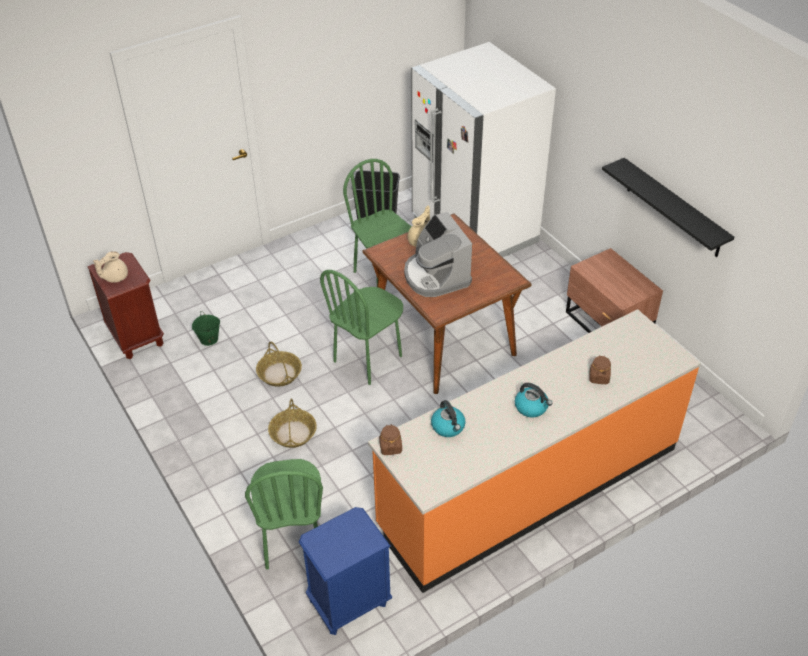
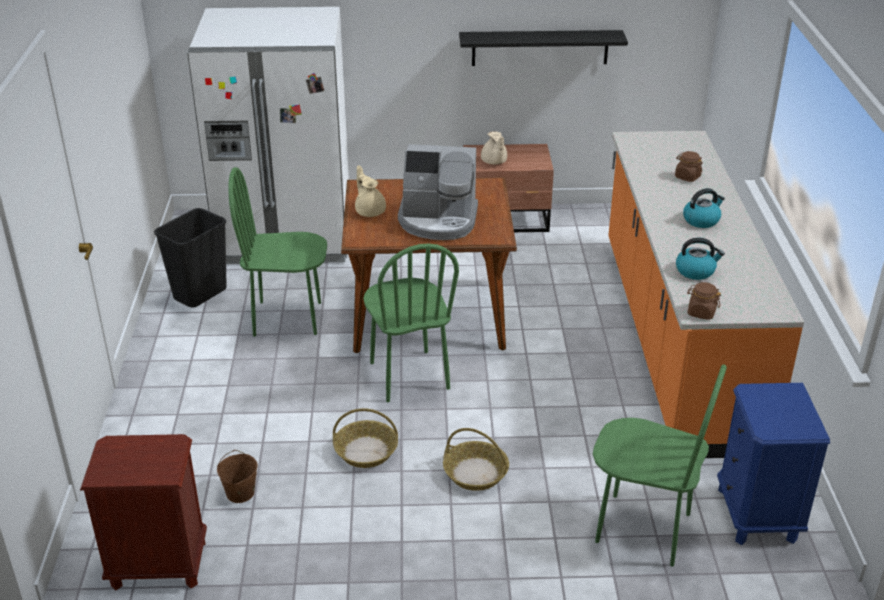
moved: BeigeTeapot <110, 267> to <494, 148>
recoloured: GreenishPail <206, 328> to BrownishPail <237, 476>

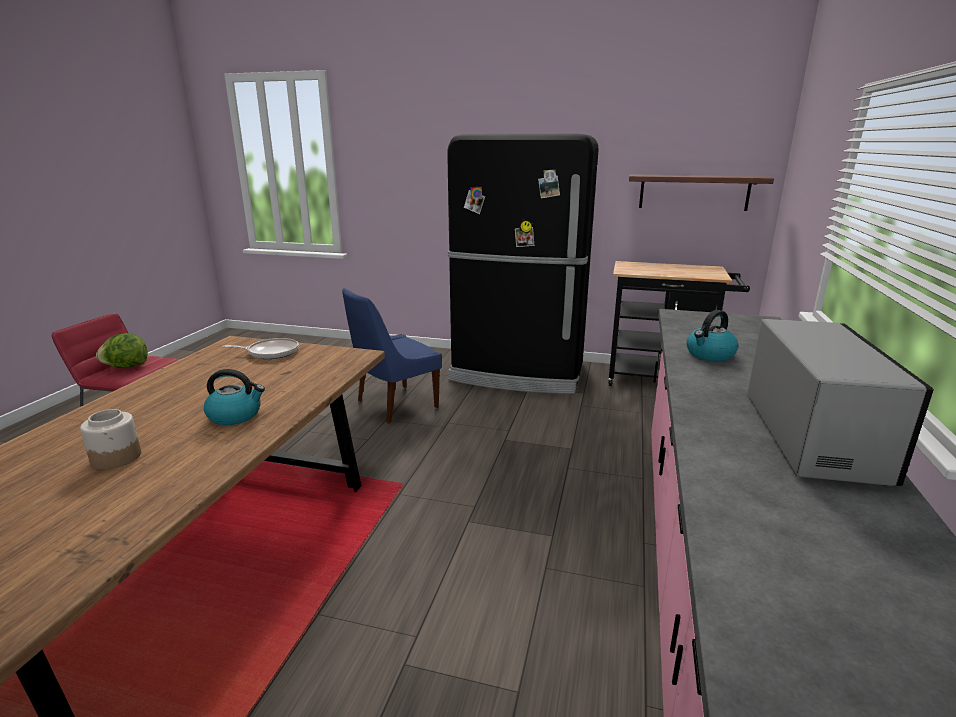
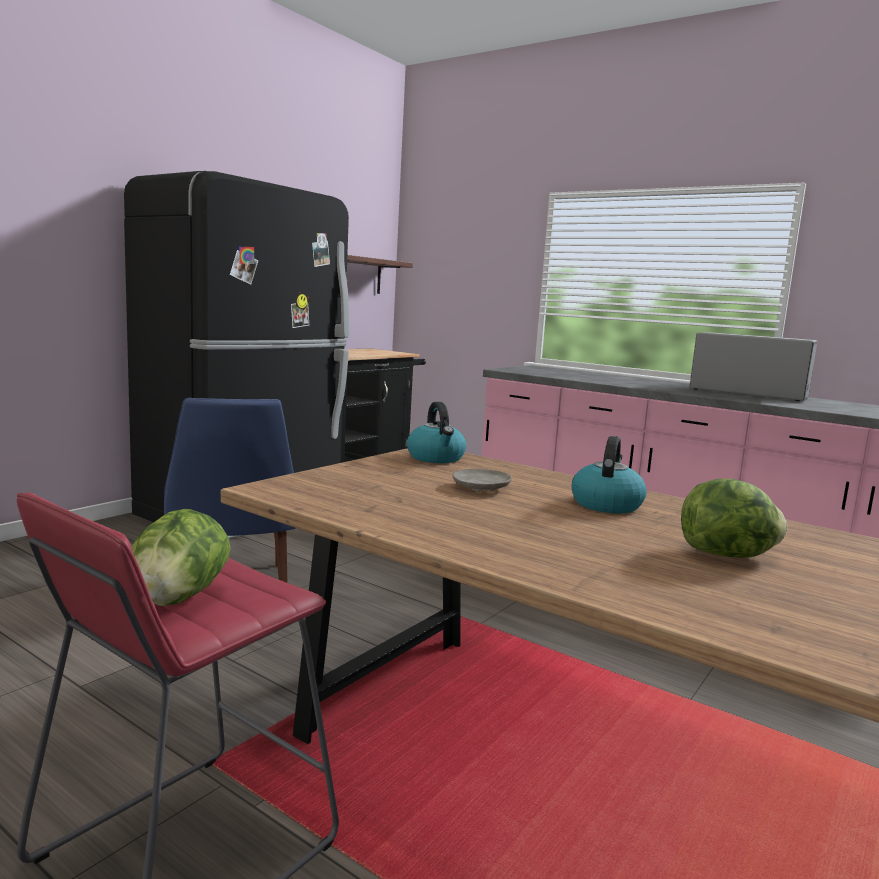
removed: Skillet <260, 348>
added: BeigePlate <482, 480>
moved: WaterKettle <712, 335> to <436, 432>
replaced: Jar <110, 439> to LettuceHead <734, 518>

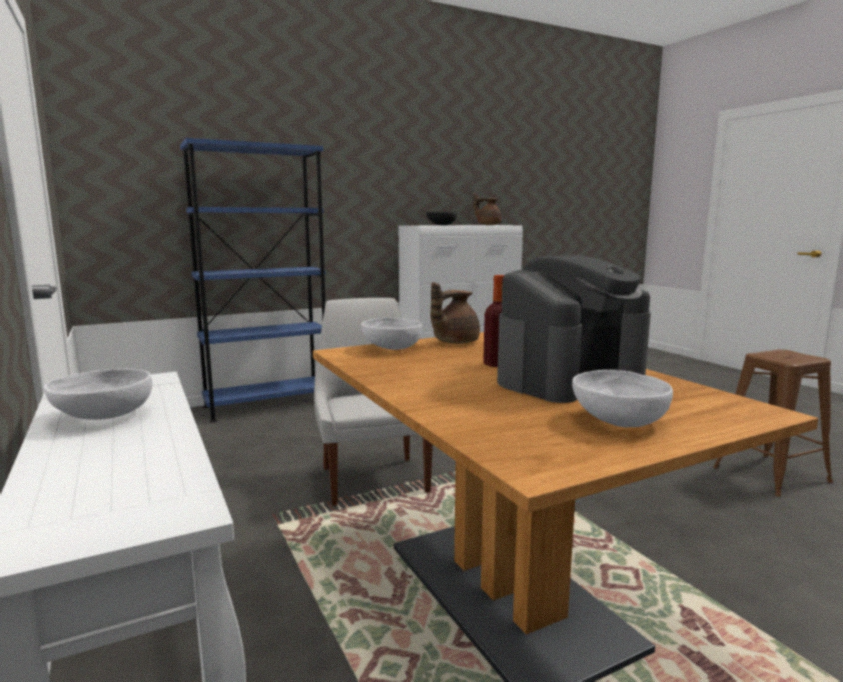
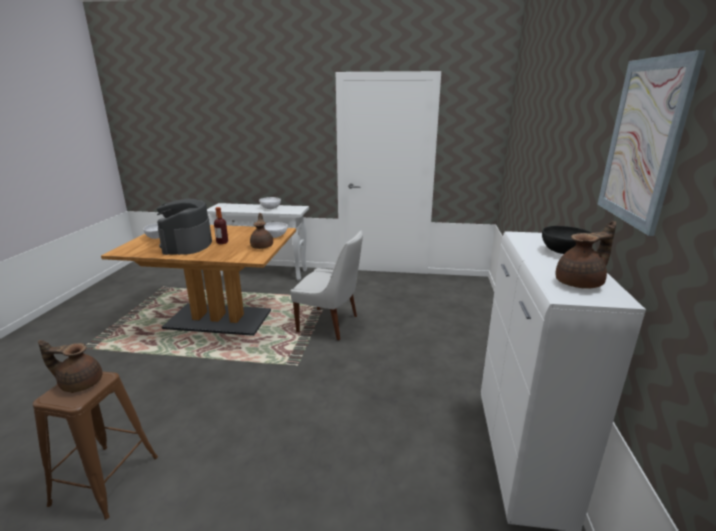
removed: BlueColouredBookcase <253, 280>
added: BrownishTeapot <70, 366>; WallArt <651, 143>

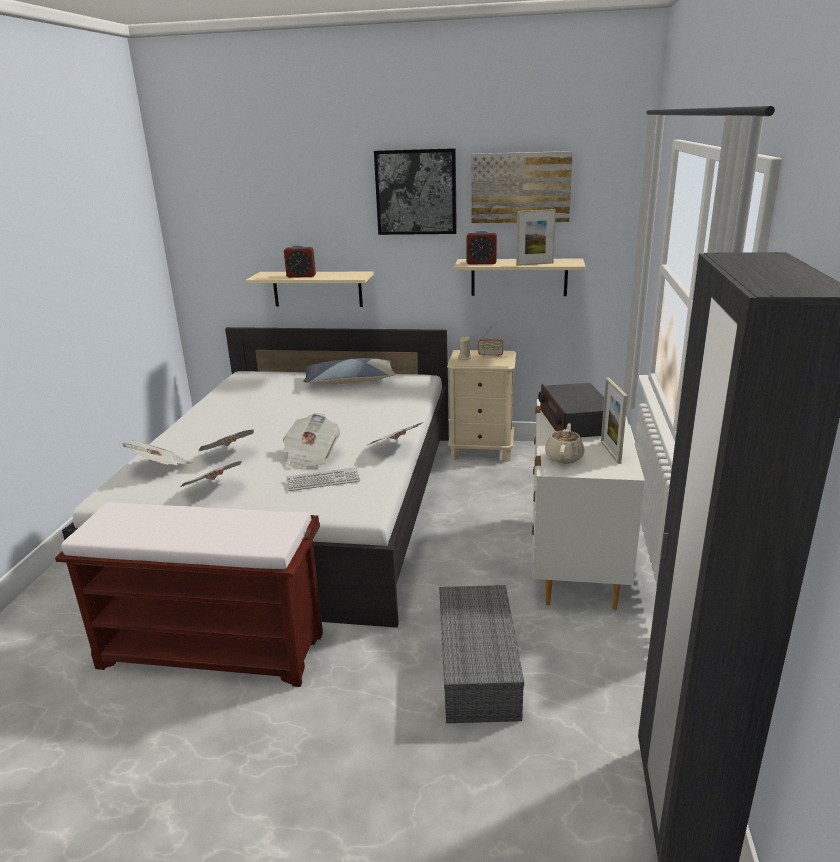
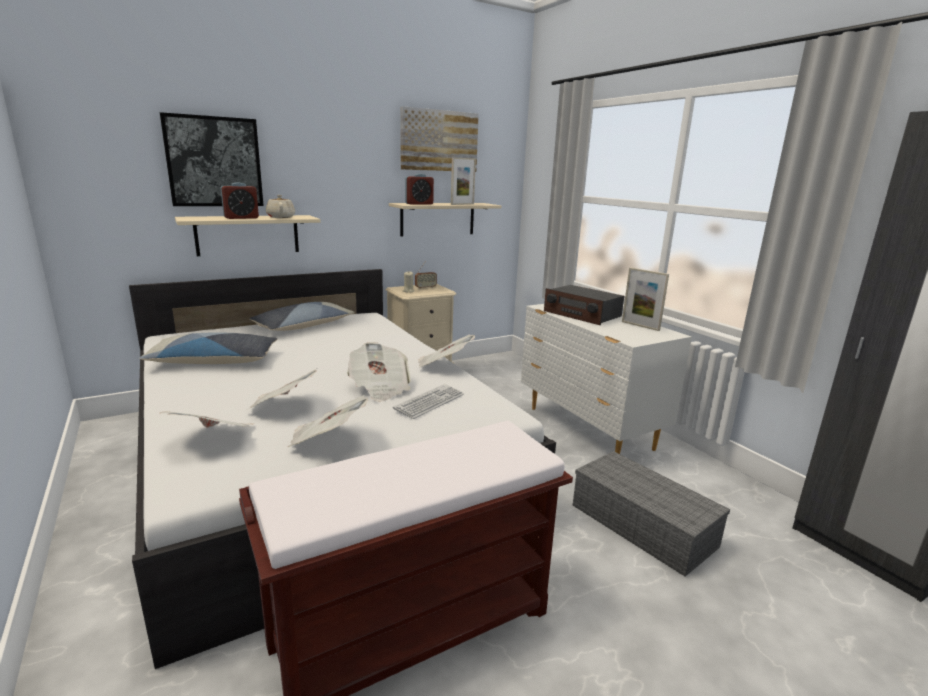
added: ThrowPillow <208, 348>
moved: WallArt <415, 191> to <212, 159>; BeigeTeapot <565, 443> to <280, 206>

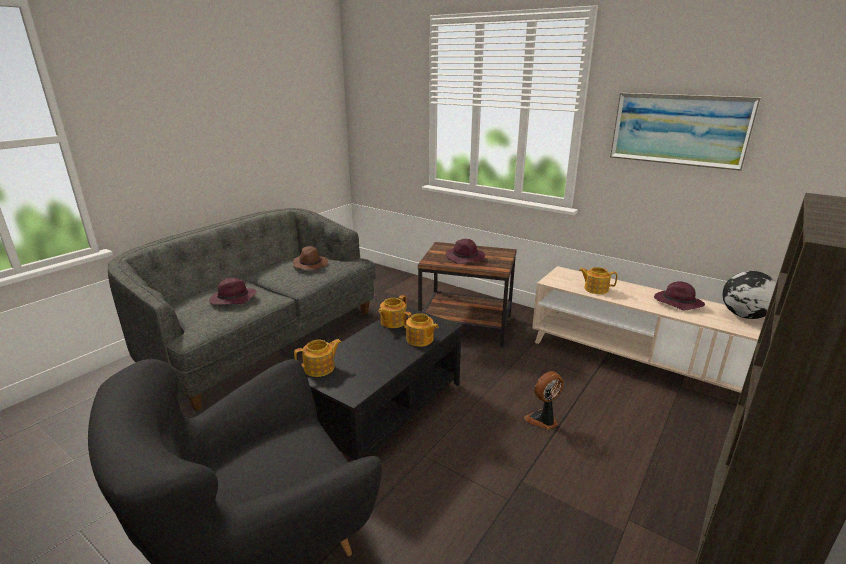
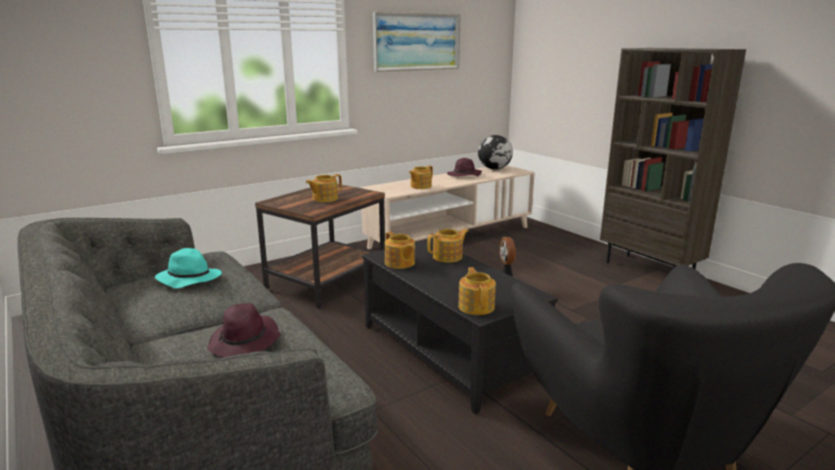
replaced: PurplishWearableHat <465, 251> to Teapot <324, 188>
recoloured: BrownishWearableHat <310, 257> to TurquoiseColouredWearableHat <188, 268>

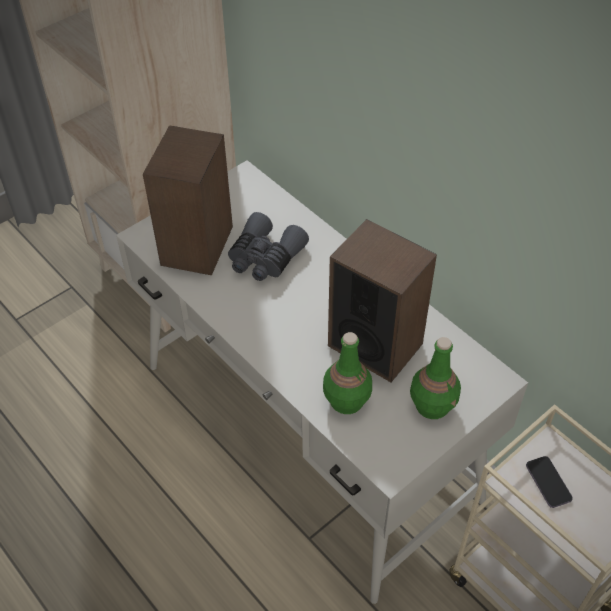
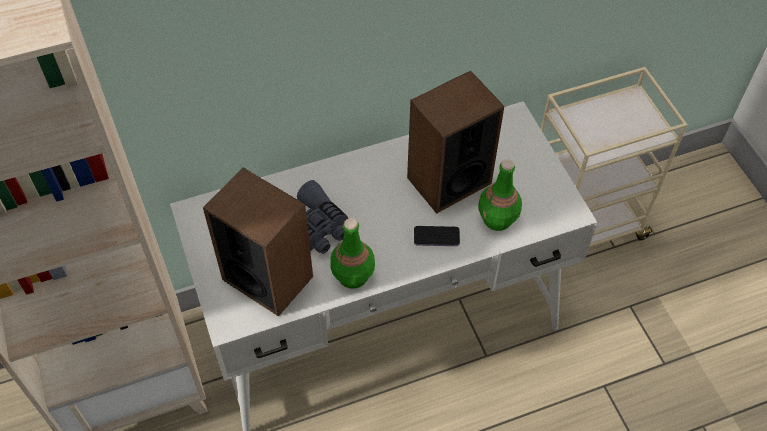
moved: GreenishBeverageBottle <435, 378> to <352, 253>; Handset <549, 482> to <437, 236>

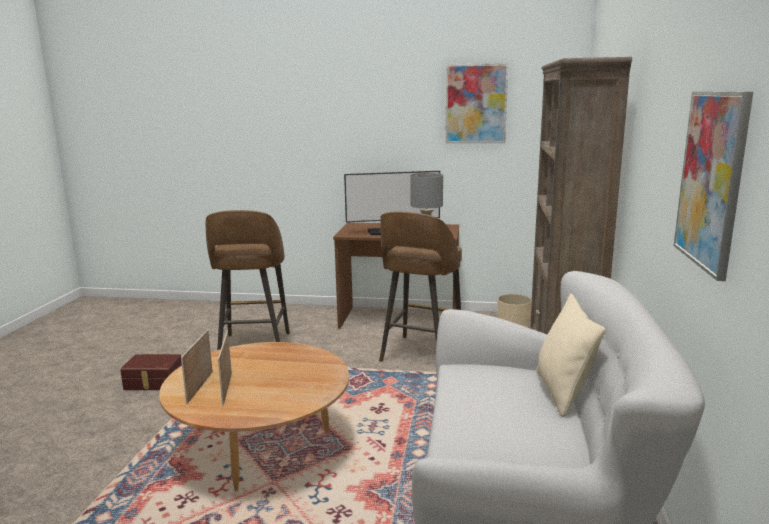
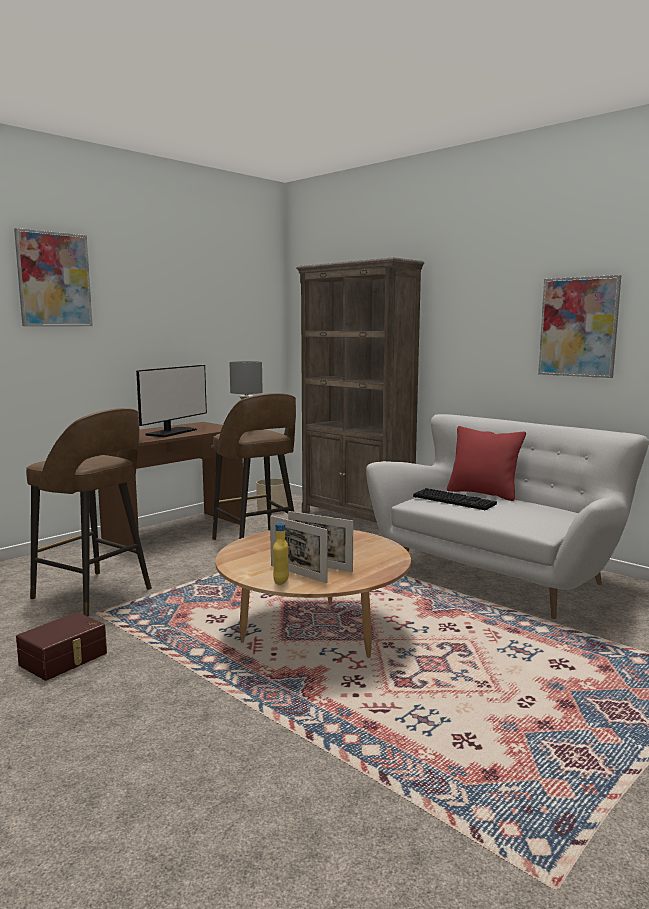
added: YellowBeverageBottle <281, 553>; Keyboard <455, 499>
moved: WallArt <476, 103> to <53, 277>
recoloured: BeigeThrowPillow <570, 355> to RedColouredThrowPillow <486, 463>

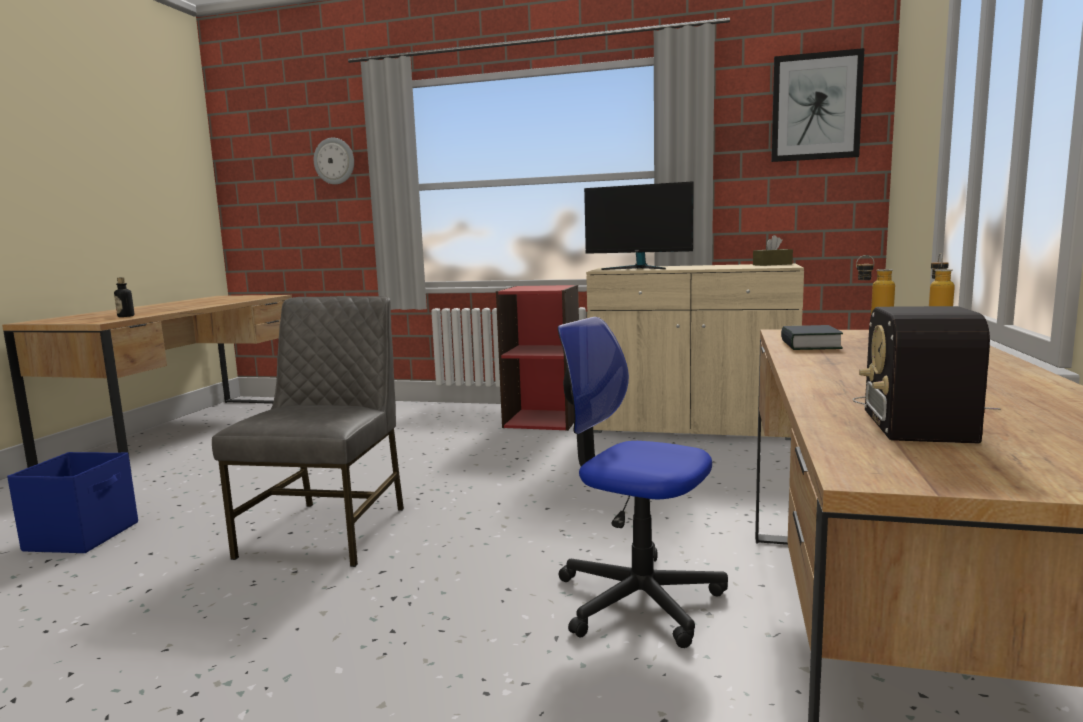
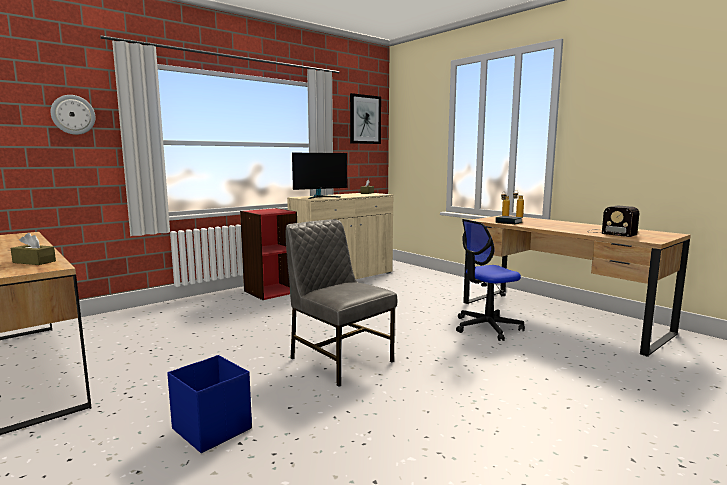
replaced: BeverageBottle <124, 297> to BrownishBoxOfTissues <33, 249>

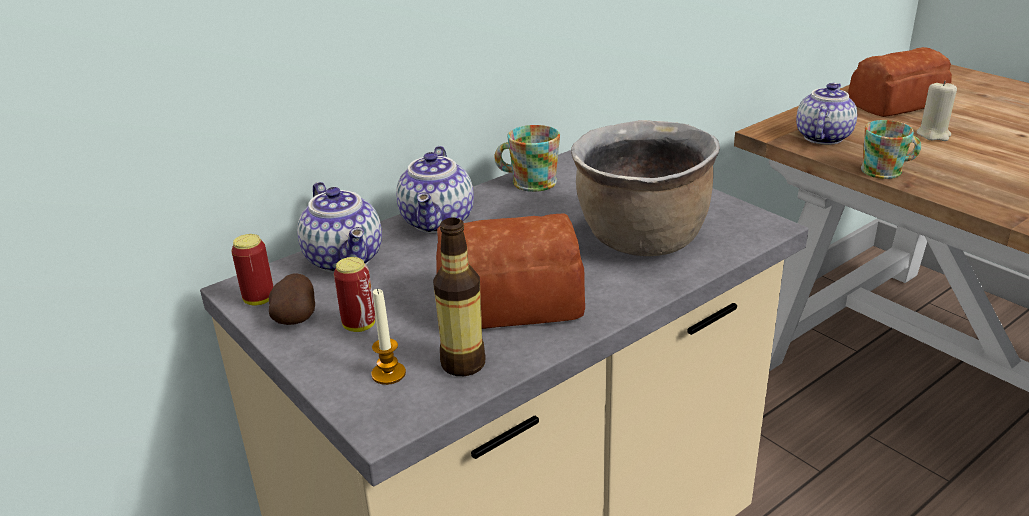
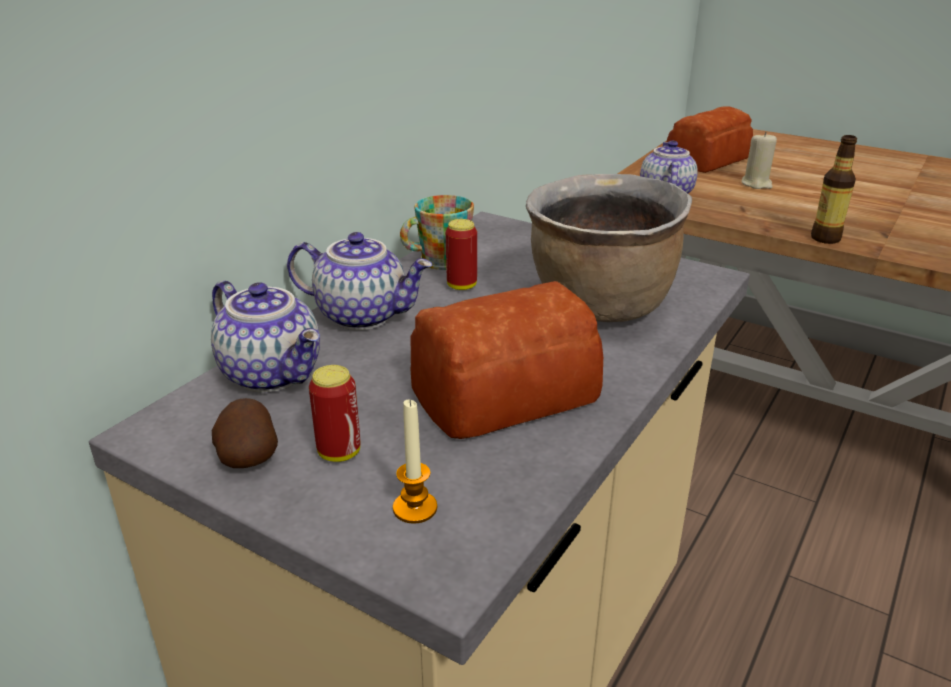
removed: TeaMug <891, 149>
moved: MetalCan <252, 270> to <461, 254>; BeverageBottle <459, 296> to <834, 189>
turned: Teapot <435, 189> = <359, 281> 60 degrees counterclockwise

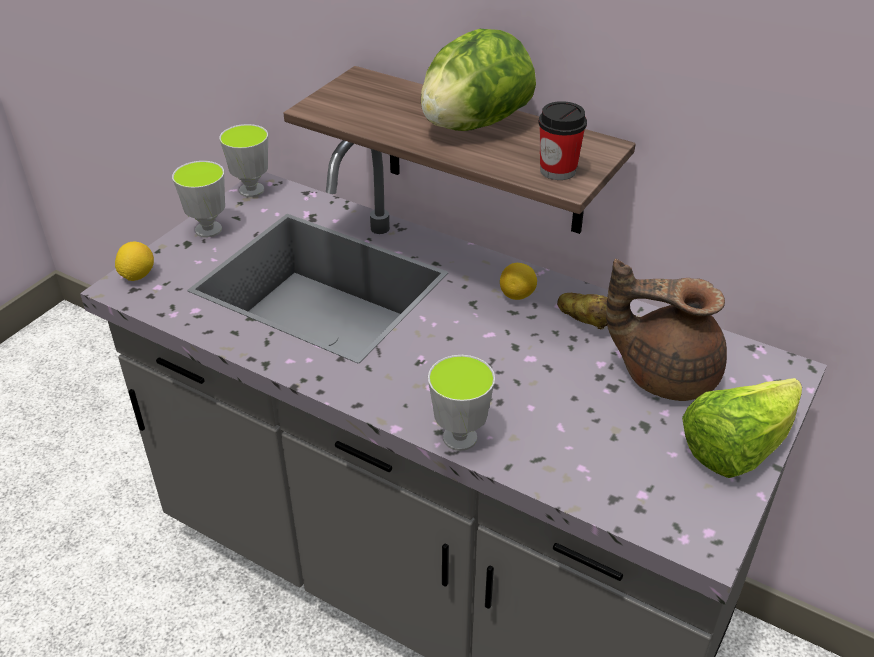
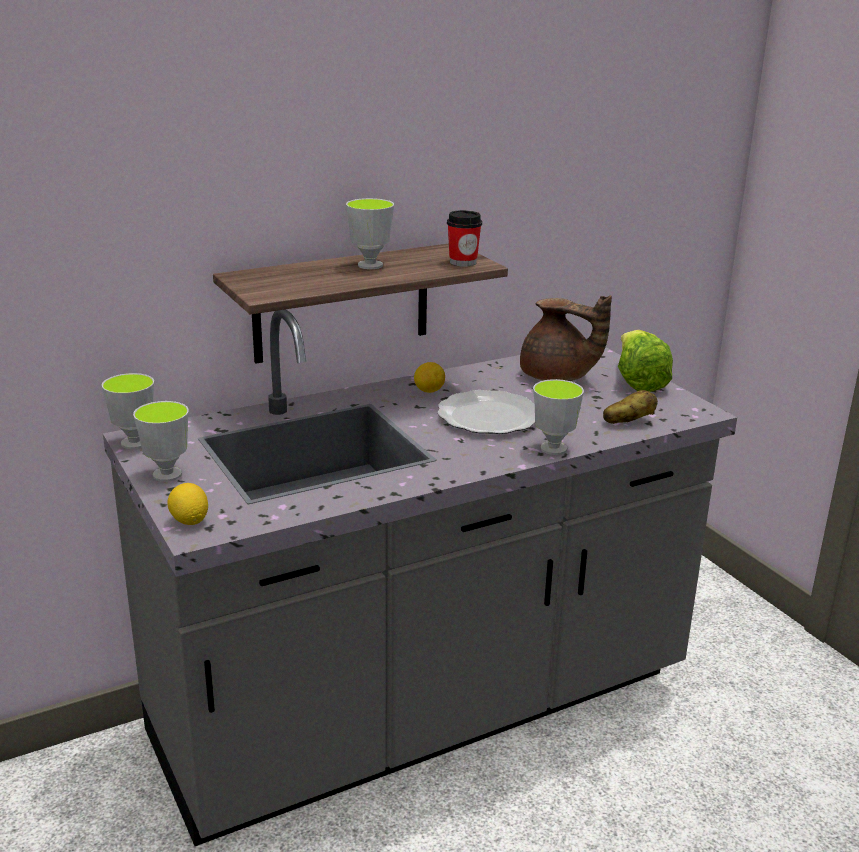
added: Plate <486, 412>
moved: Potato <582, 311> to <630, 407>
replaced: LettuceHead <478, 80> to Cup <370, 233>
turned: BrownishTeapot <666, 329> = <566, 338> 105 degrees counterclockwise

